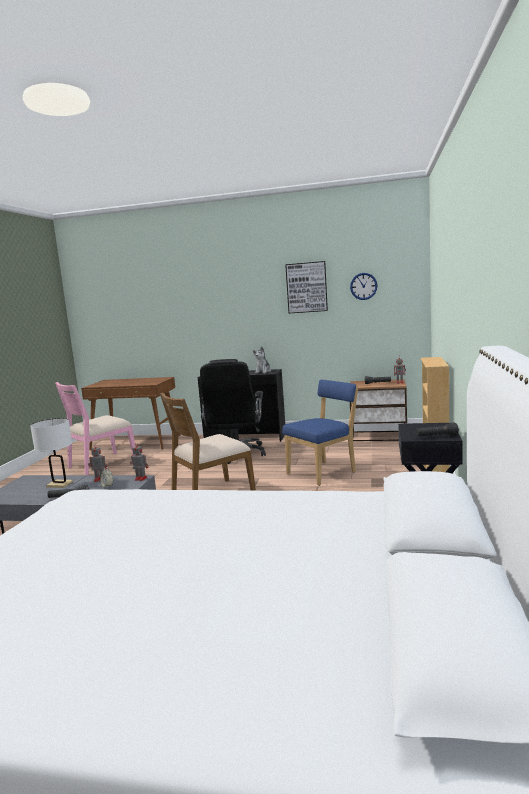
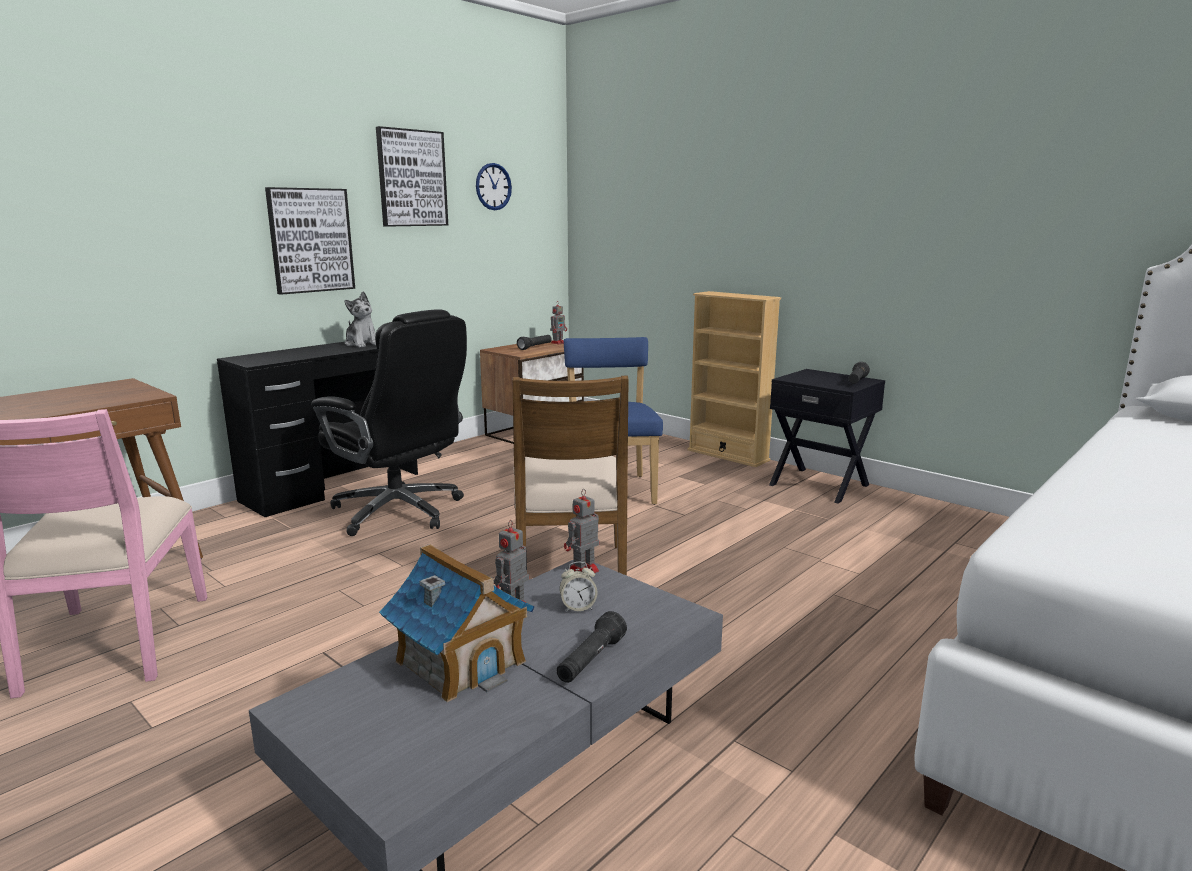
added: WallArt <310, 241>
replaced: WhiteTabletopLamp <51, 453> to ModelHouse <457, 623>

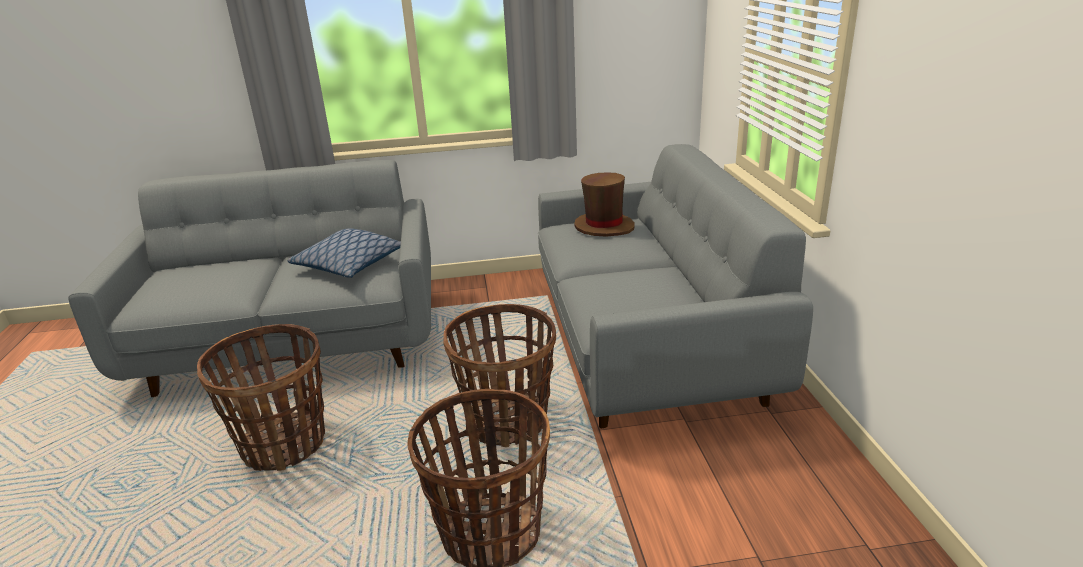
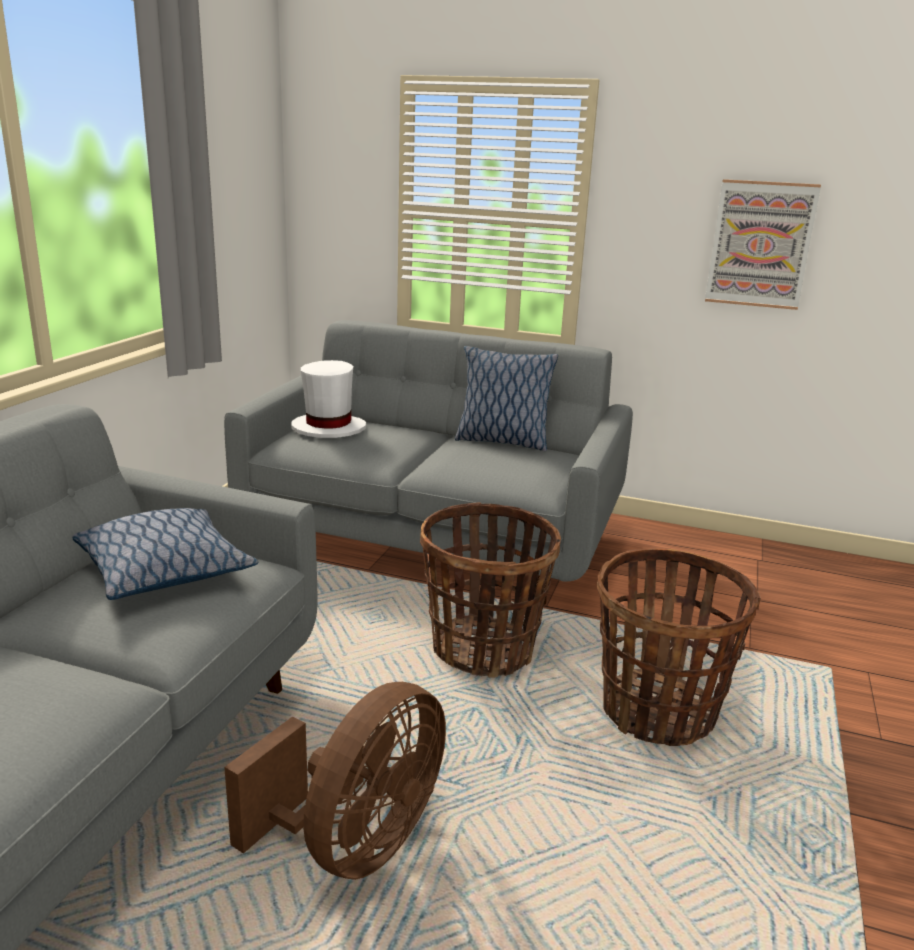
added: ThrowPillow <506, 398>; WallArt <763, 244>
replaced: HouseholdBasket <261, 397> to BrownishElectricFan <335, 781>
recoloured: BrownishWearableHat <604, 204> to WhiteWearableHat <328, 399>

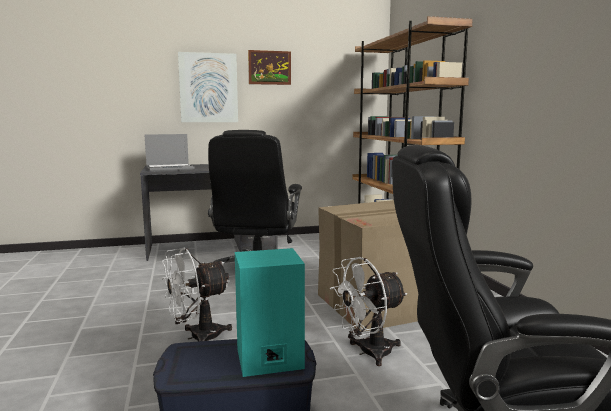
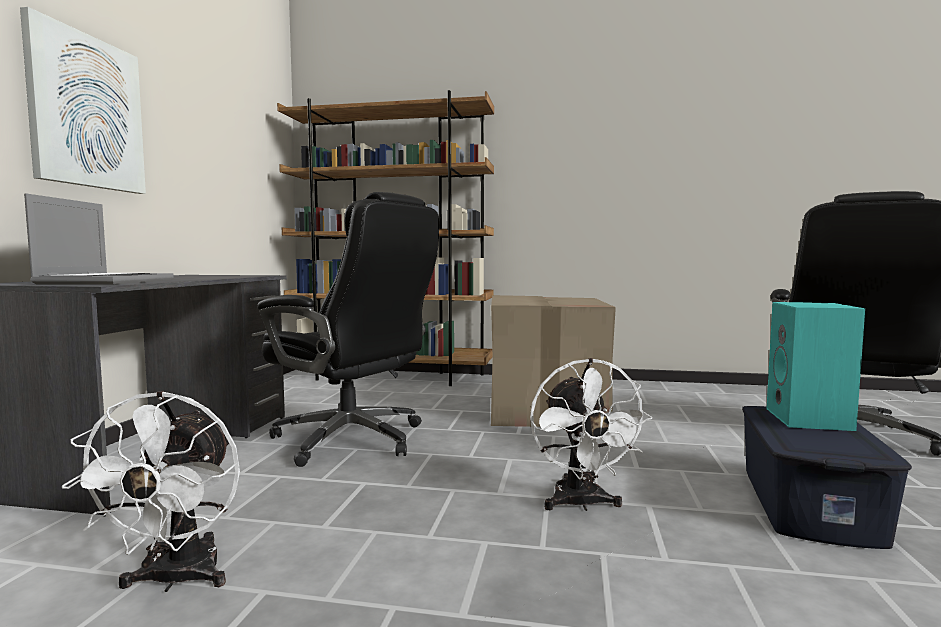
removed: WallArt <269, 67>
moved: WhiteElectricFan <368, 311> to <151, 491>

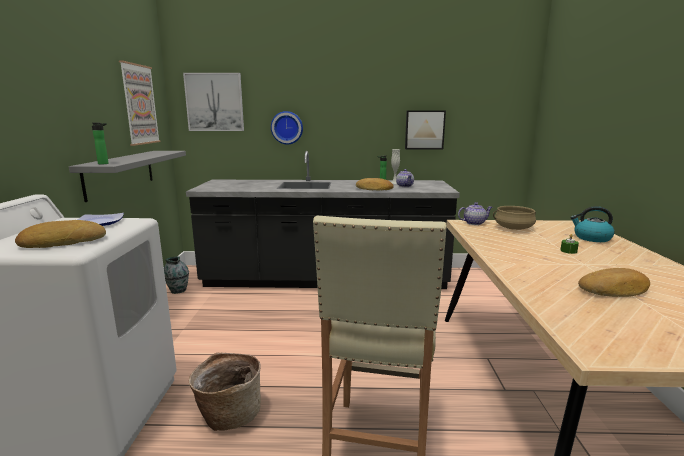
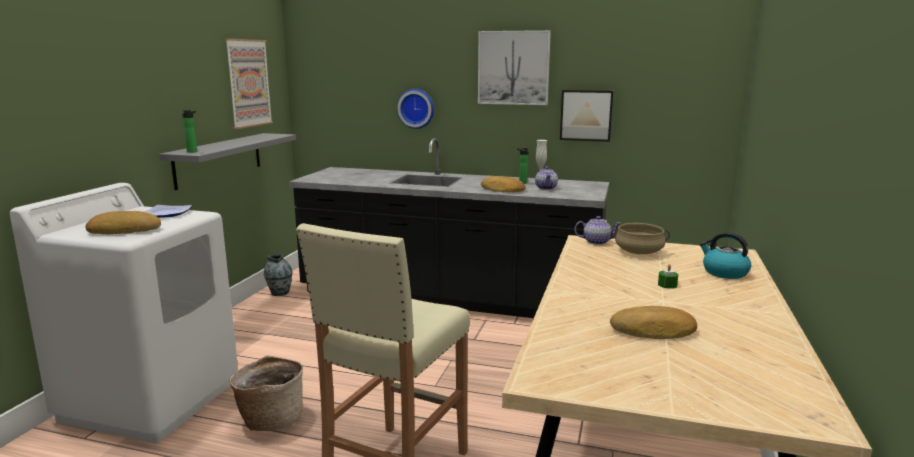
moved: WallArt <213, 102> to <514, 67>

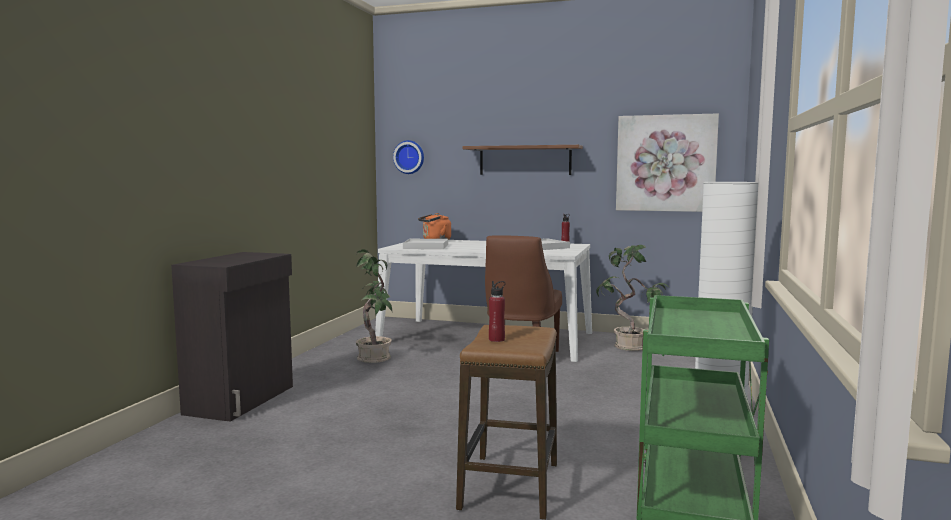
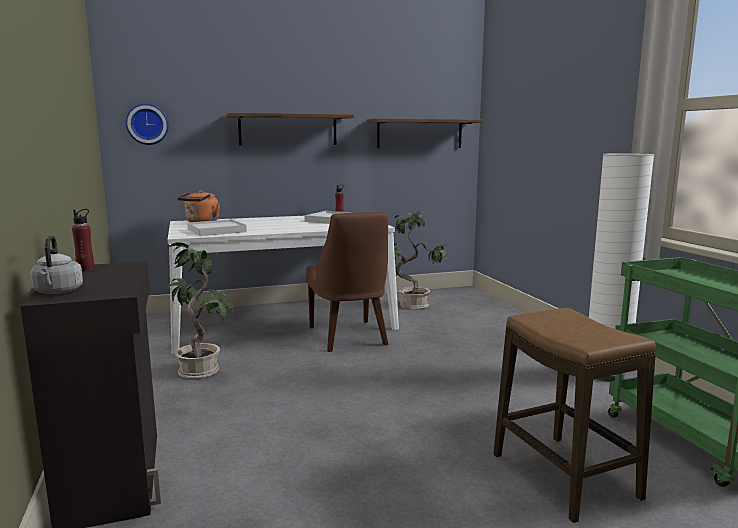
added: GrayWaterKettle <56, 264>
moved: RedColouredBeverageBottle <497, 311> to <83, 240>
replaced: WallArt <667, 162> to BrownishBracketShelf <425, 133>

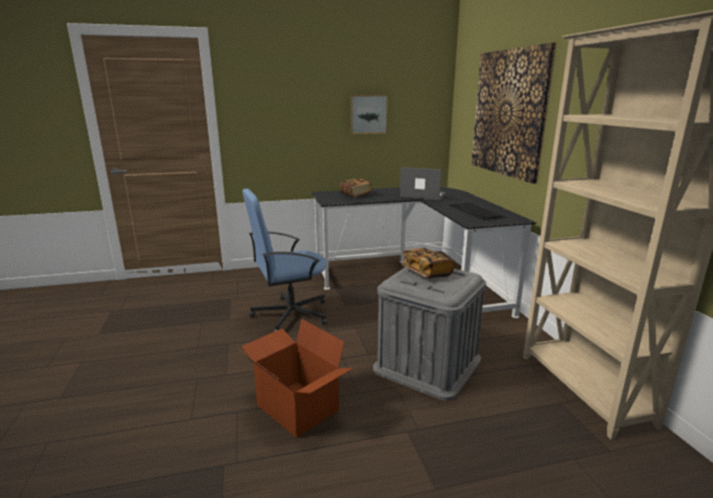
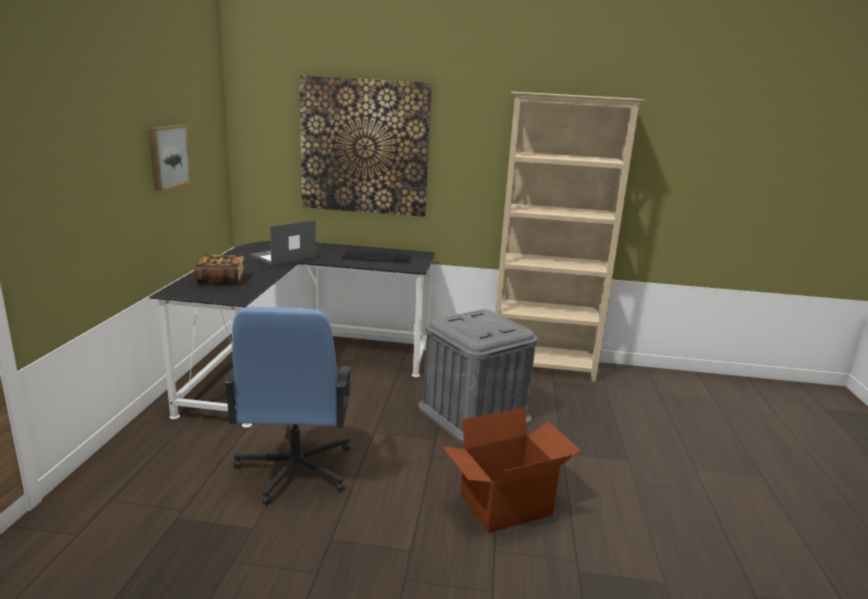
removed: Book <428, 263>

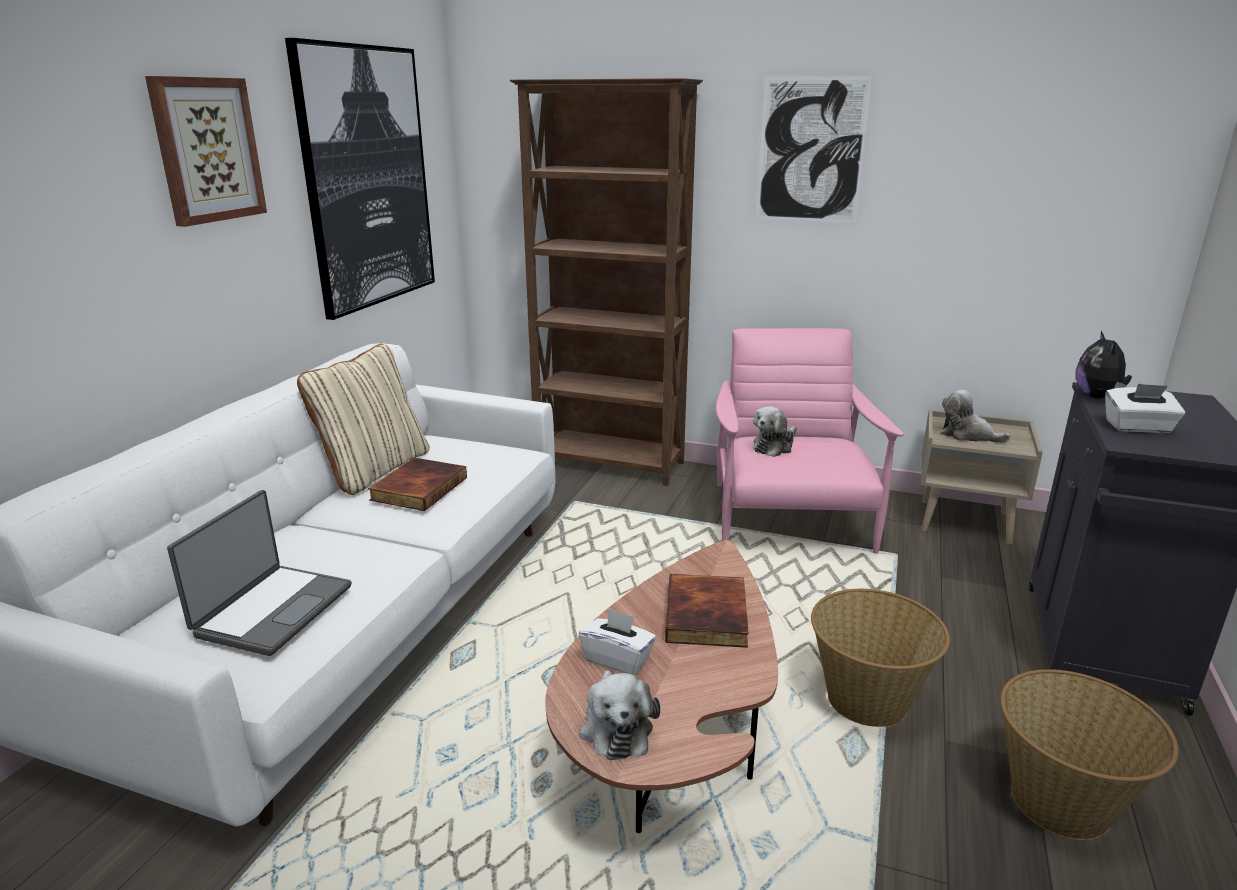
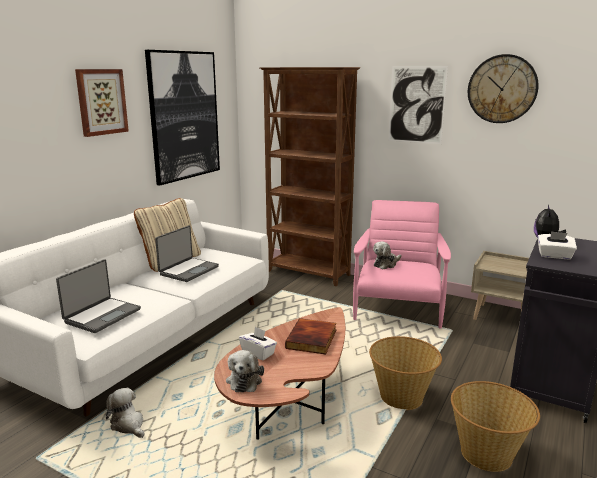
added: HangingClock <503, 88>
moved: SoftToy <975, 416> to <125, 413>
replaced: Book <417, 484> to Laptop <187, 253>

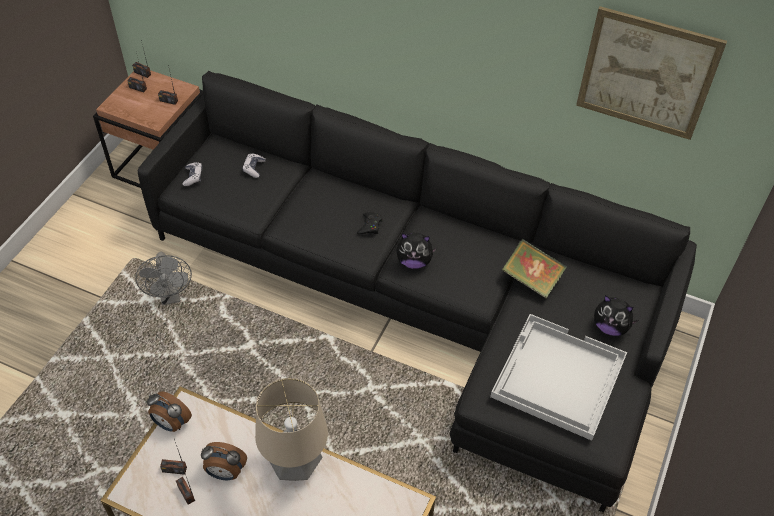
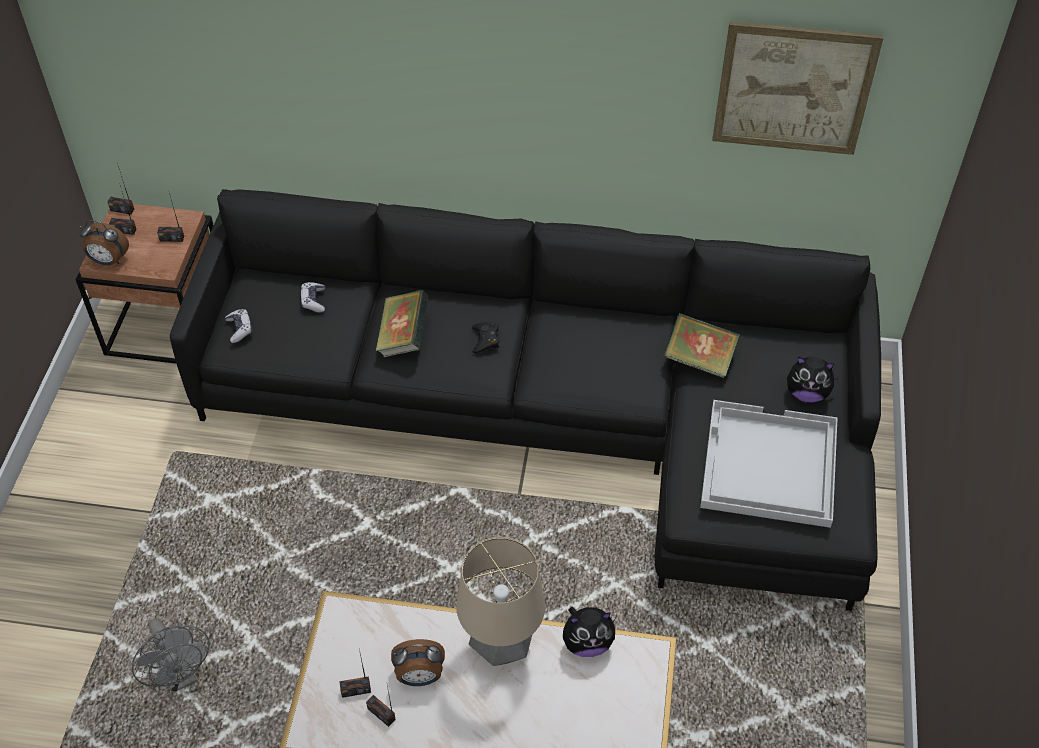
added: Book <402, 323>
moved: TableClock <169, 411> to <104, 242>; GrayElectricFan <163, 278> to <171, 655>; SoftToy <416, 250> to <589, 632>

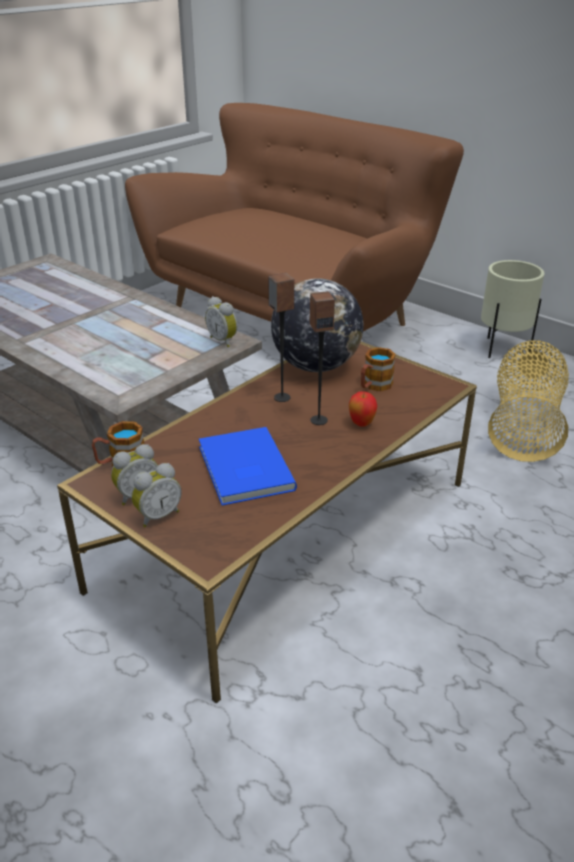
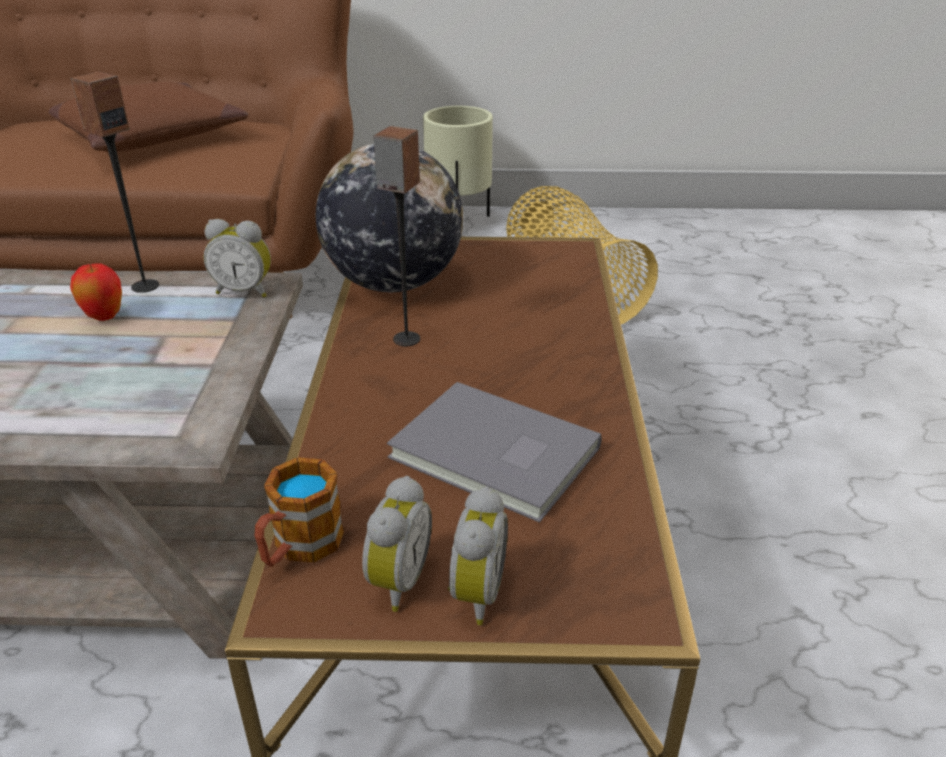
removed: TeaMug <378, 369>
added: BrownishThrowPillow <149, 117>
moved: Apple <363, 409> to <96, 292>; Speaker <322, 358> to <115, 182>
recoloured: BlueColouredBook <248, 466> to GrayBook <494, 452>

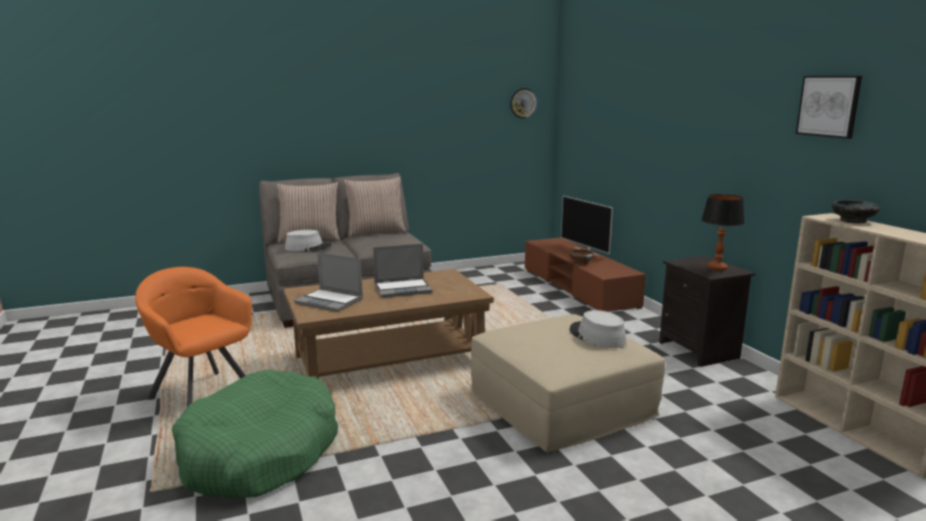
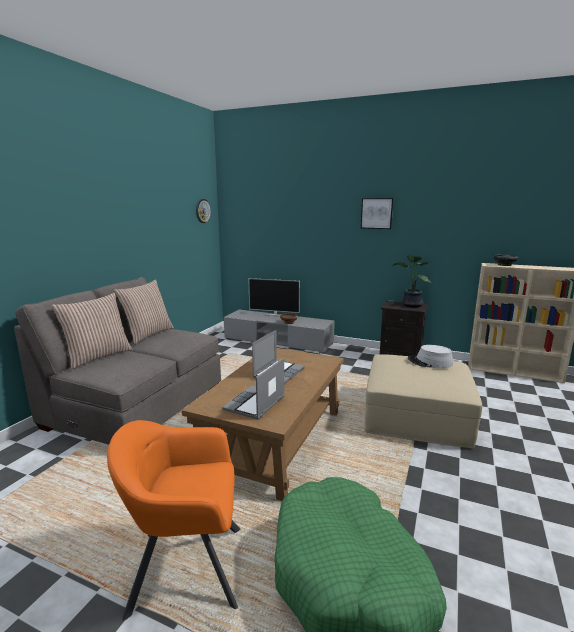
removed: GrayWearableHat <308, 240>
moved: WallArt <829, 107> to <377, 213>
replaced: TabletopLamp <723, 232> to PottedPlant <411, 281>
recoloured: BrownishTvStand <585, 275> to GrayTvStand <279, 331>
turned: Laptop <328, 282> = <253, 388> 135 degrees clockwise

